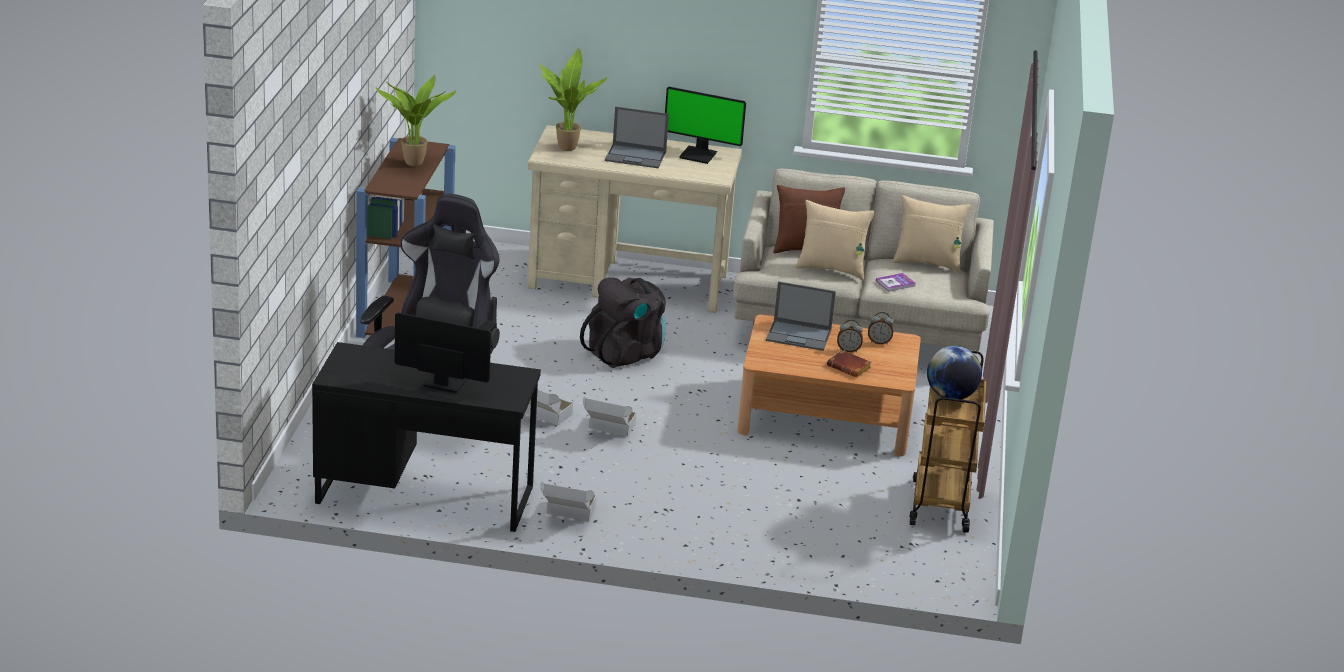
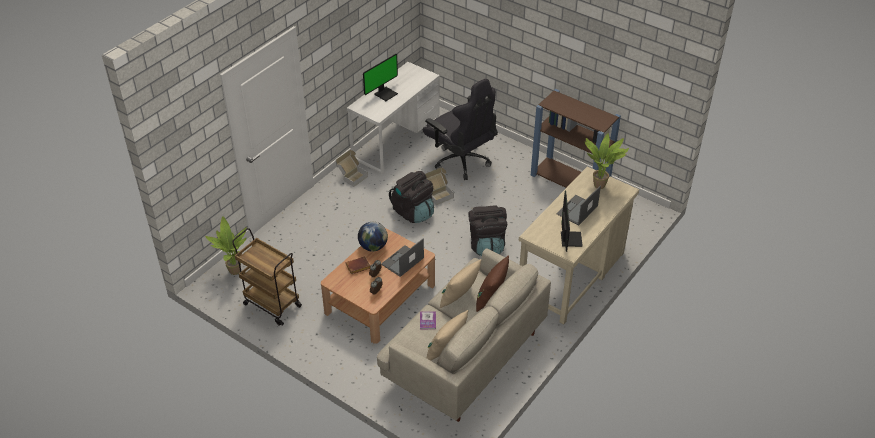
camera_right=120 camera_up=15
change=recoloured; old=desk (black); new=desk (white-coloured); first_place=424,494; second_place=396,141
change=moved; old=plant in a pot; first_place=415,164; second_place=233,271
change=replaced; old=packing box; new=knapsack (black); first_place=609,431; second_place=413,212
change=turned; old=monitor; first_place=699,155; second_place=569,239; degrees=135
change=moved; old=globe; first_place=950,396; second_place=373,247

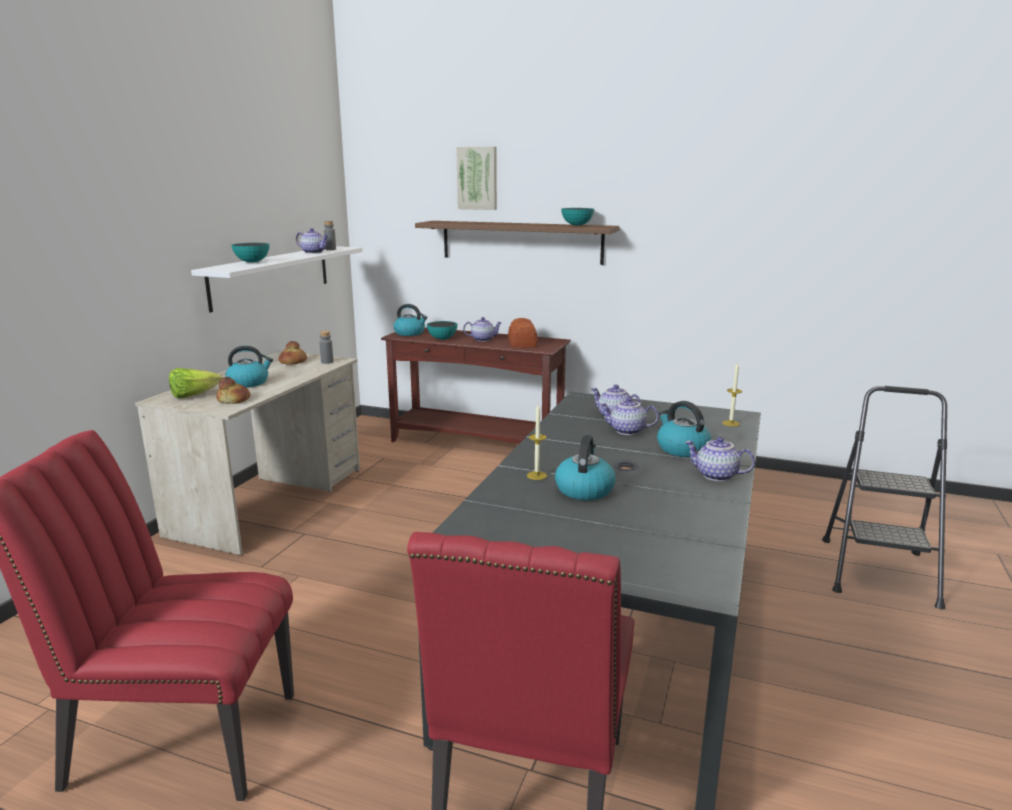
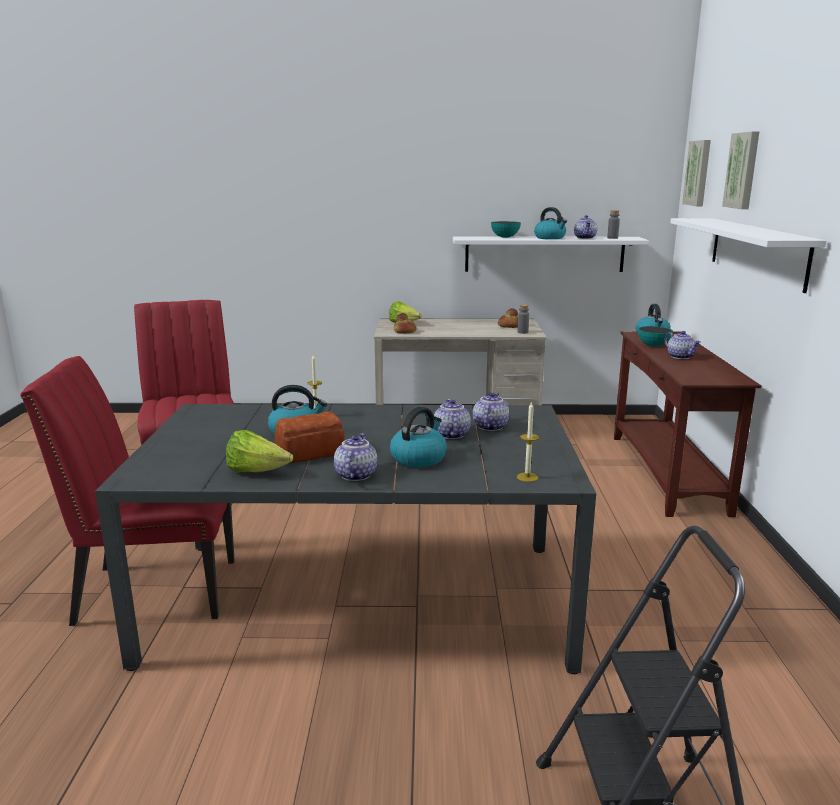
camera_right=70 camera_up=0
change=moved; old=water kettle; first_place=249,383; second_place=550,238
change=recoloured; old=shelf (brown-coloured); new=shelf (white-coloured); first_place=521,242; second_place=757,251
change=moved; old=bread; first_place=523,343; second_place=312,453
change=removed; old=deep dish; first_place=577,225
change=added; new=lettuce head; second_place=257,471
change=added; new=wall picture; second_place=699,173

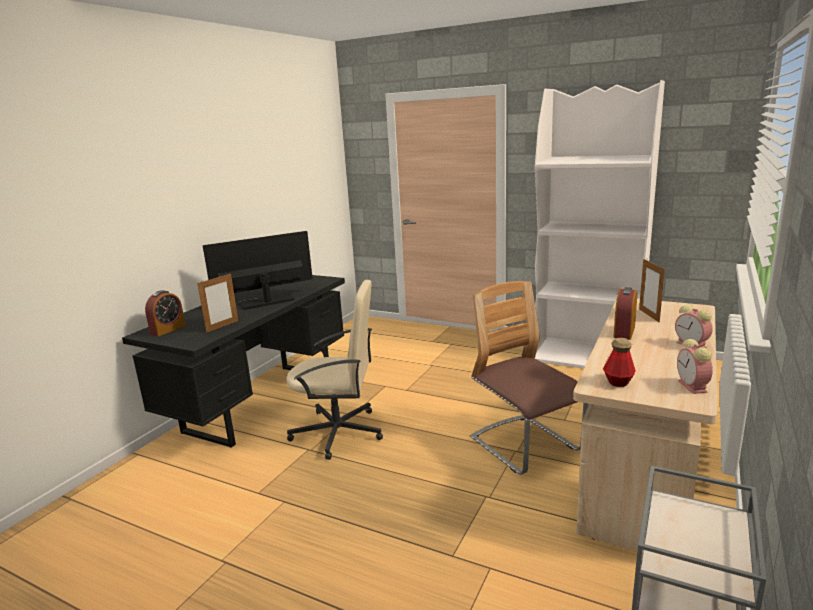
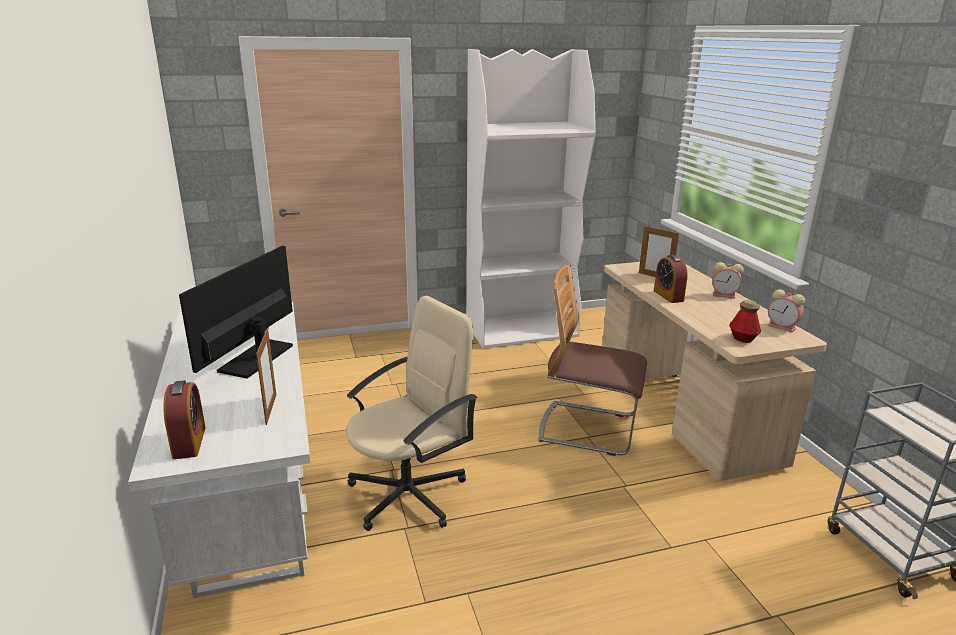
camera_right=-45 camera_up=5
change=recoloured; old=desk (black); new=desk (white-coloured); first_place=262,401; second_place=250,503

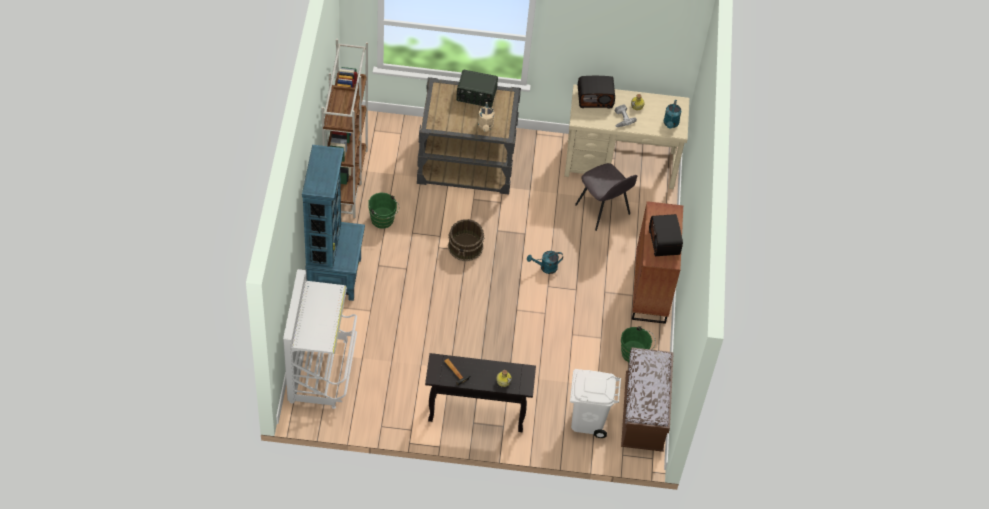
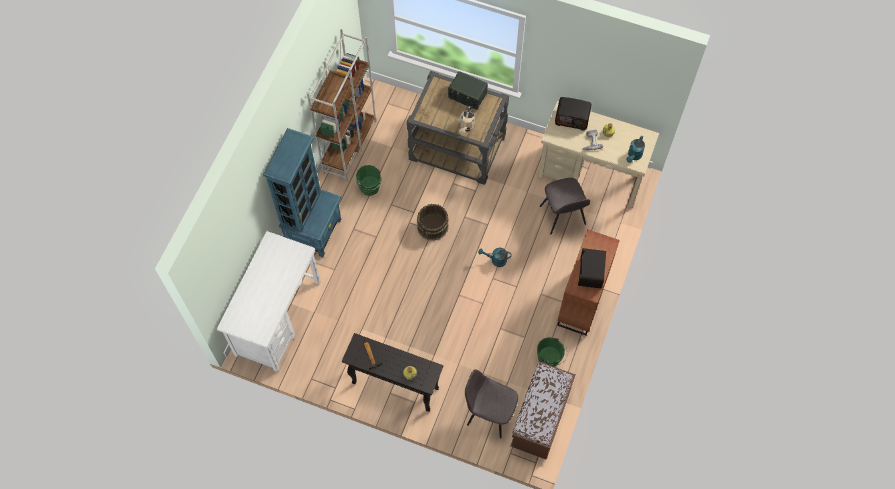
camera_right=20 camera_up=10
change=replaced; old=shoe shelf (white-coloured); new=desk (white-coloured); first_place=322,371; second_place=277,317
change=replaced; old=waste bin (white-coloured); new=chair (greyish); first_place=587,420; second_place=489,412

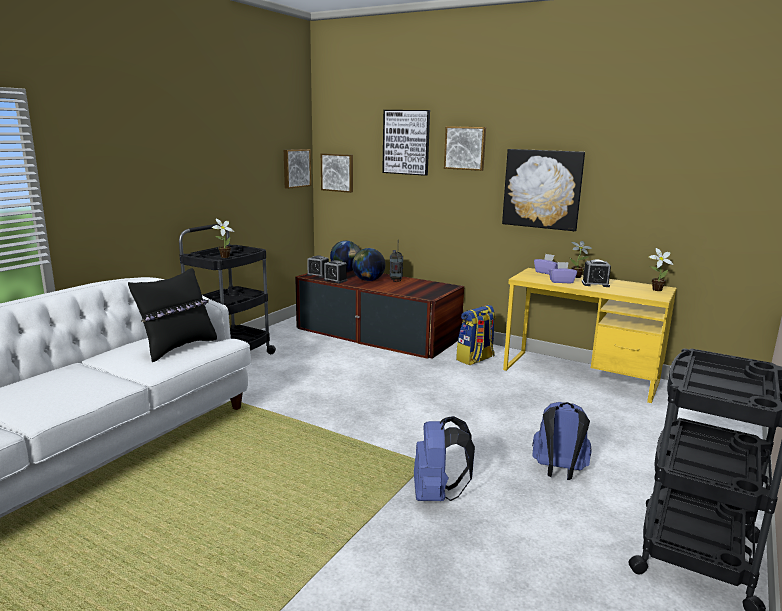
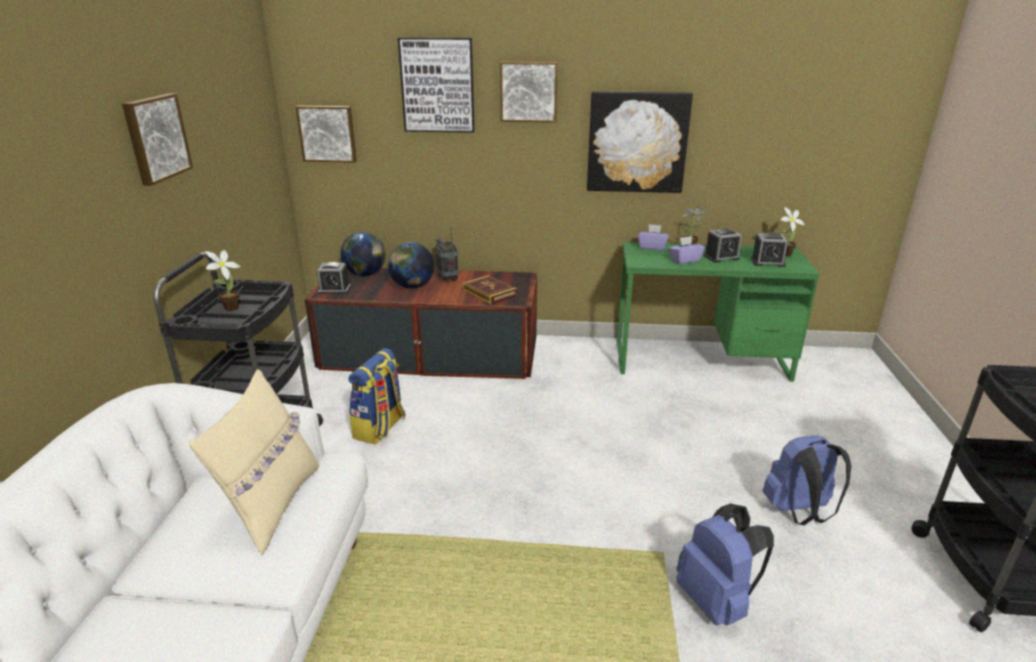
camera_right=-25 camera_up=10
change=recoloured; old=throw pillow (black); new=throw pillow (beige); first_place=178,347; second_place=273,505
change=moved; old=wall picture; first_place=296,168; second_place=155,138
change=moved; old=bedside clock; first_place=335,280; second_place=767,262
change=moved; old=knapsack; first_place=475,359; second_place=380,428
change=recoloured; old=desk (yellowish); new=desk (green); first_place=580,375; second_place=701,360
change=added; new=book; second_place=489,292

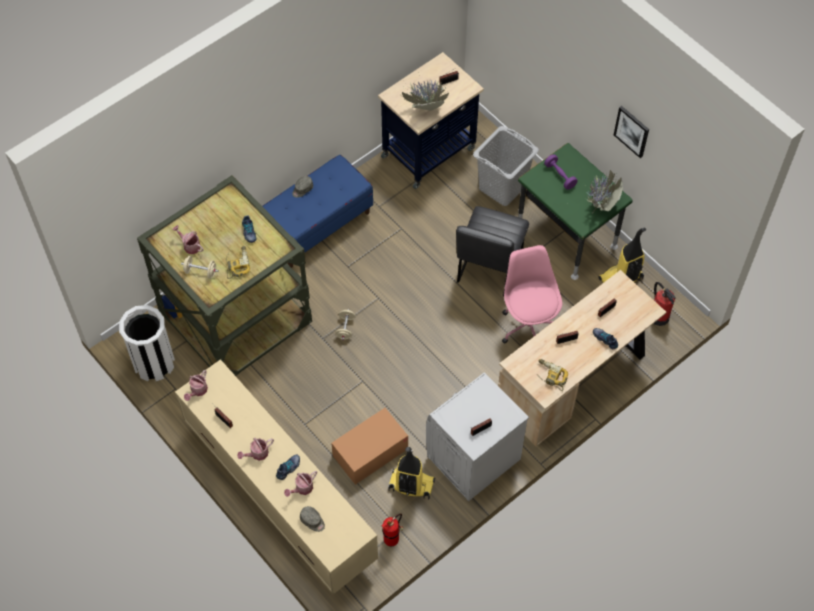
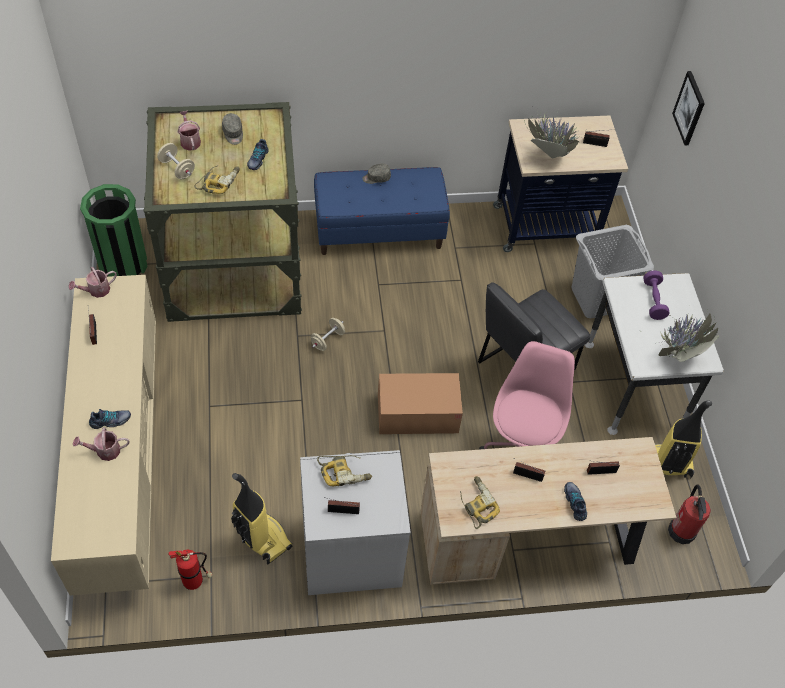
camera_right=30 camera_up=-5
change=recoloured; old=waste bin (white-coloured); new=waste bin (green); first_place=154,363; second_place=123,265
change=removed; old=watering pot; first_place=257,454
change=moved; old=cap (greyish); first_place=312,521; second_place=233,133
change=moved; old=packing box; first_place=370,452; second_place=417,413
change=recoloured; old=desk (green); new=desk (white-coloured); first_place=567,235; second_place=635,384
change=moved; old=wall picture; first_place=632,131; second_place=689,108
change=added; new=drill; second_place=344,472

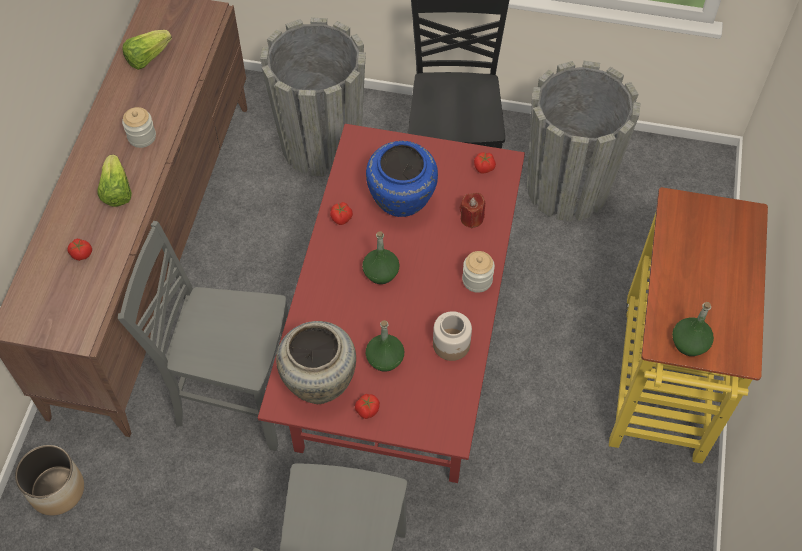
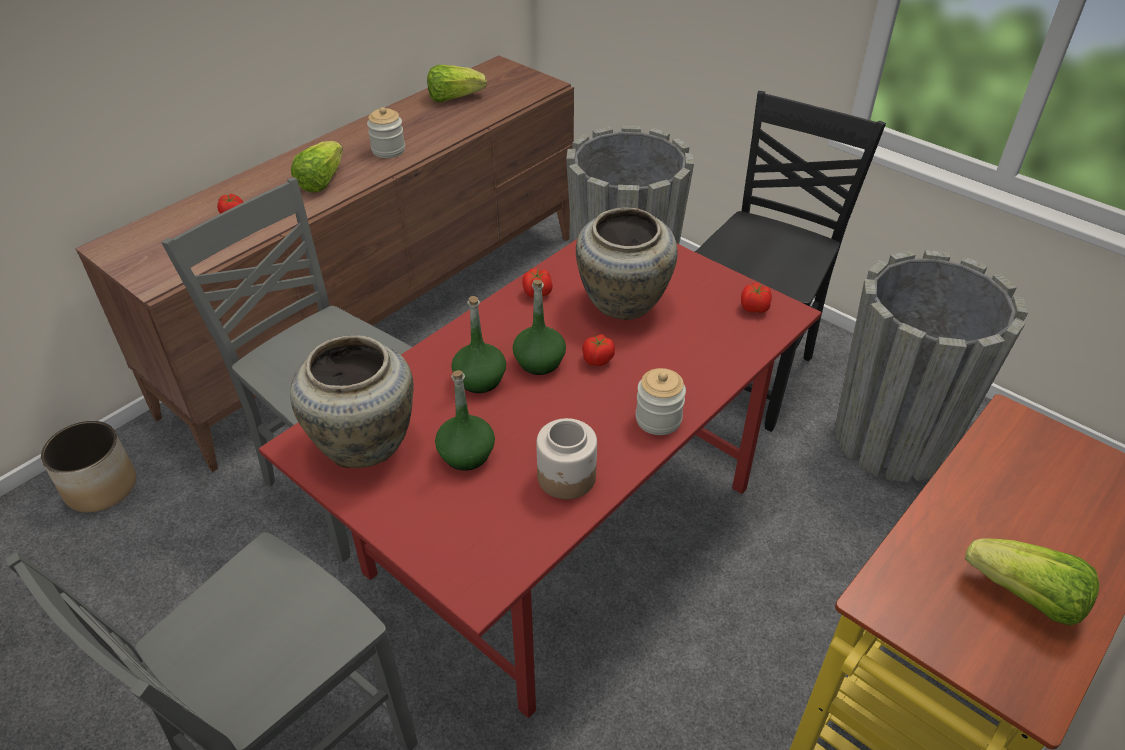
camera_right=30 camera_up=-15
change=moved; old=tomato; first_place=367,410; second_place=597,360
change=recoloured; old=vase (blue); new=vase (beige); first_place=401,202; second_place=622,304
change=removed; old=wax candle (red-coloured); first_place=472,218
change=moved; old=drink bottle (green); first_place=689,343; second_place=480,379
change=added; new=lettuce head; second_place=1025,598

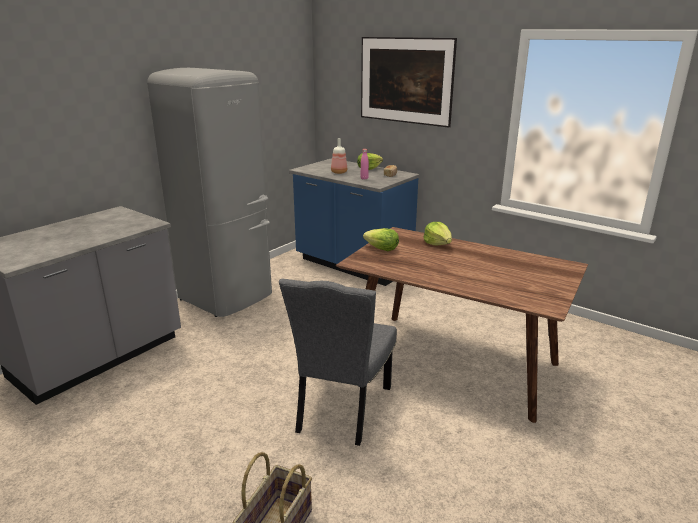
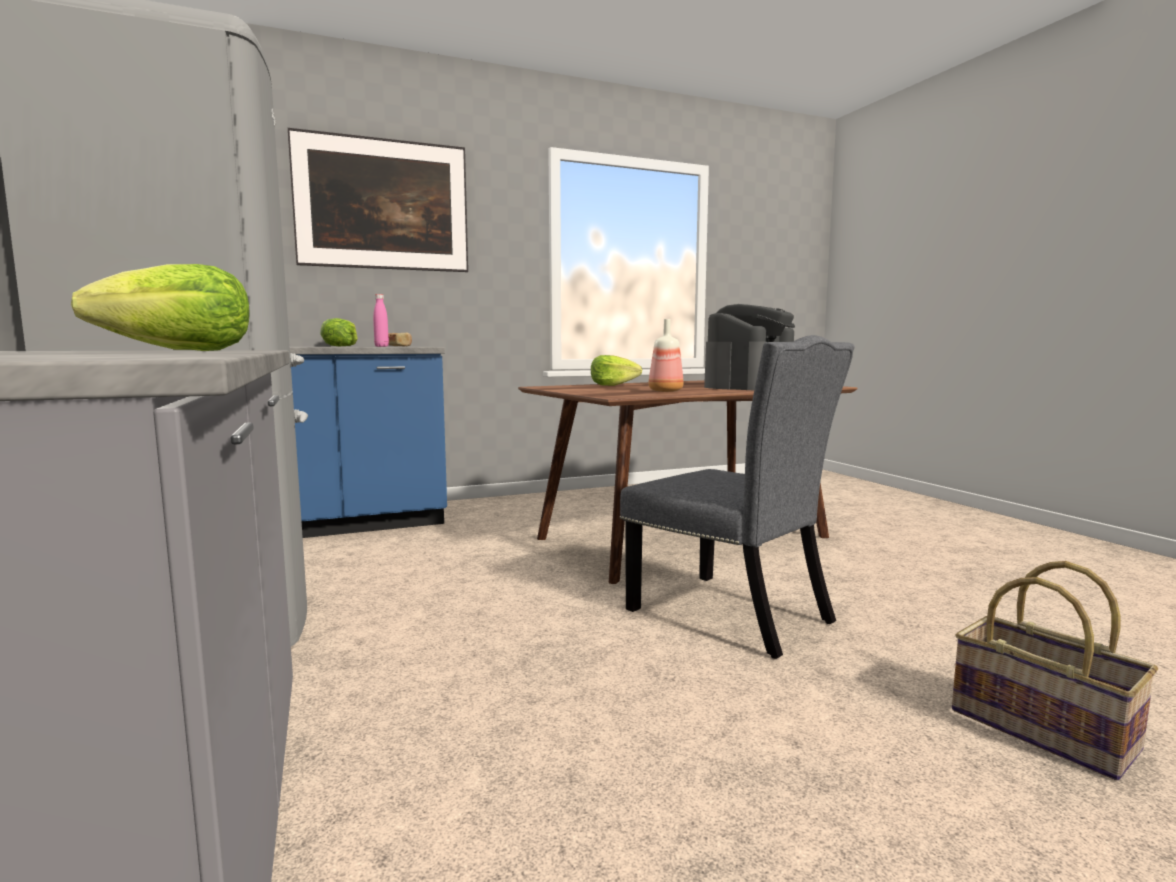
camera_right=-60 camera_up=-15
change=moved; old=drink bottle; first_place=338,172; second_place=666,391
change=moved; old=lettuce head; first_place=382,249; second_place=180,351
change=added; new=coffee maker; second_place=749,386

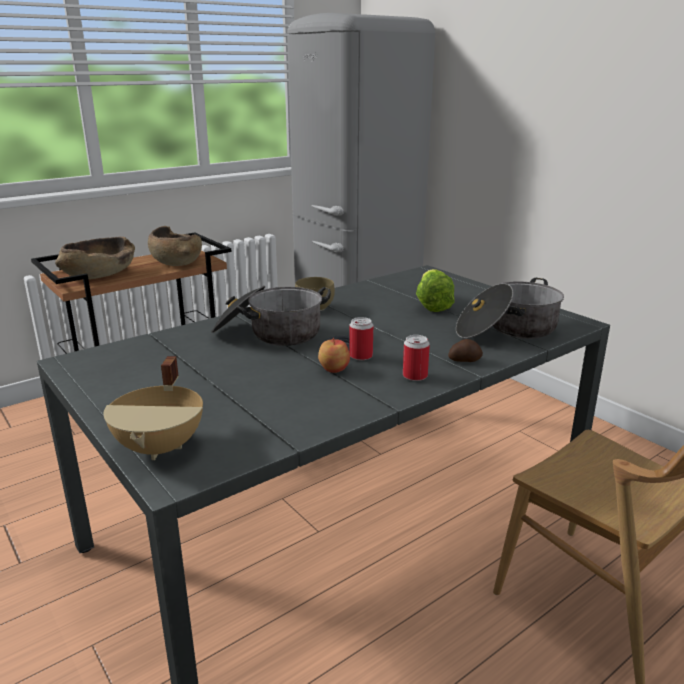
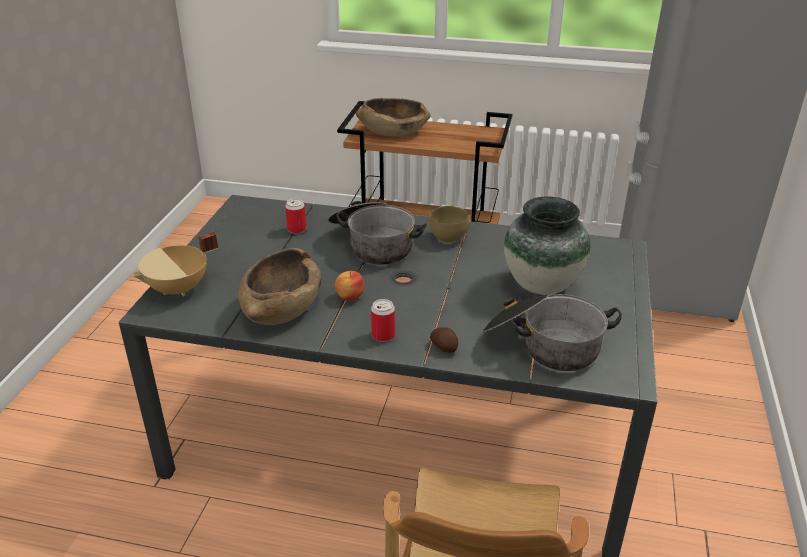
camera_right=50 camera_up=10
change=moved; old=deep dish (brown-coloured); first_place=176,261; second_place=281,307
change=moved; old=metal can; first_place=361,356; second_place=296,229
change=replaced; old=lettuce head; new=vase; first_place=432,305; second_place=541,285

